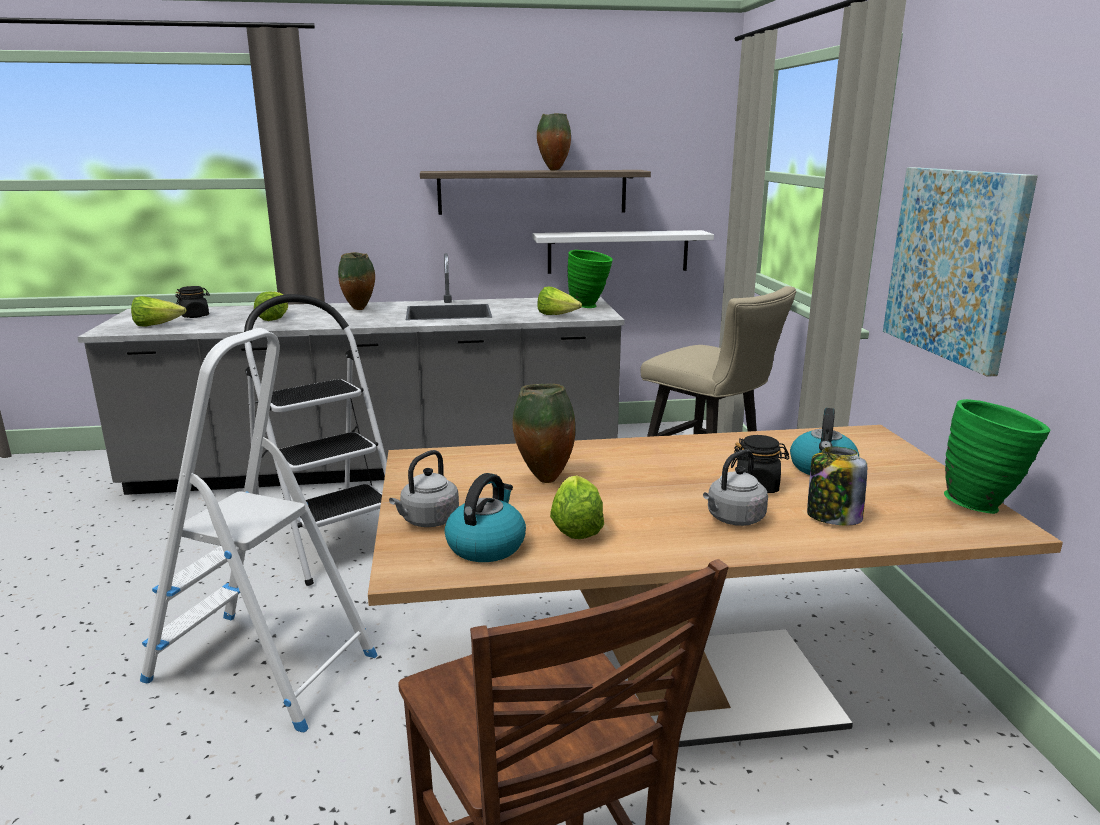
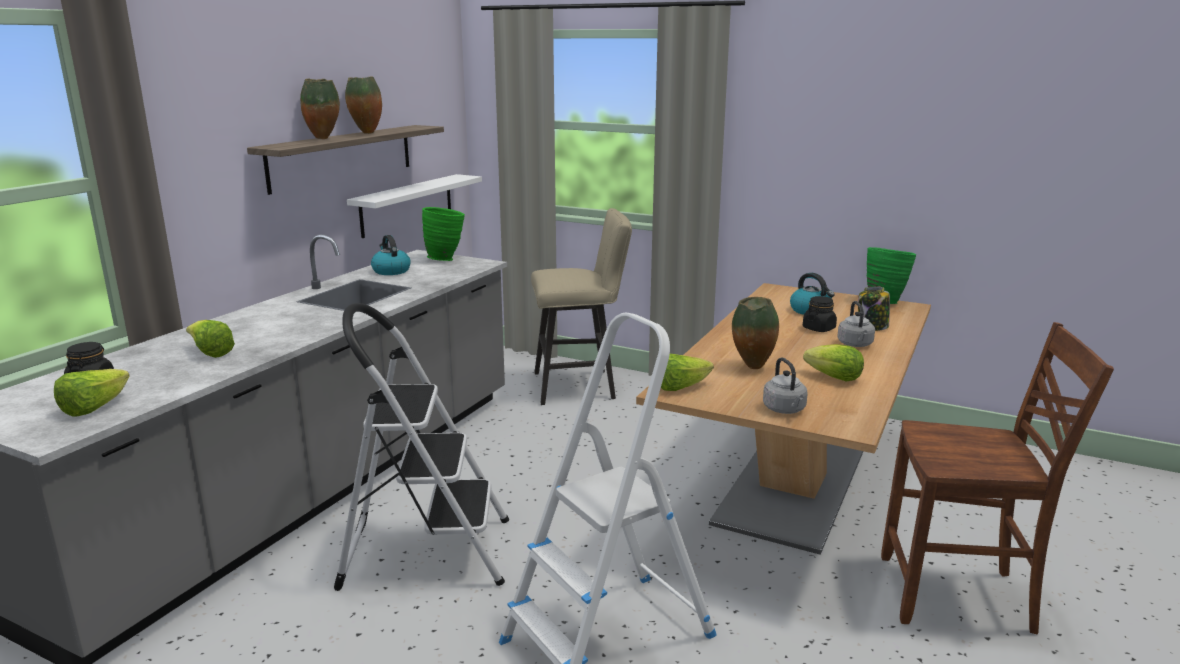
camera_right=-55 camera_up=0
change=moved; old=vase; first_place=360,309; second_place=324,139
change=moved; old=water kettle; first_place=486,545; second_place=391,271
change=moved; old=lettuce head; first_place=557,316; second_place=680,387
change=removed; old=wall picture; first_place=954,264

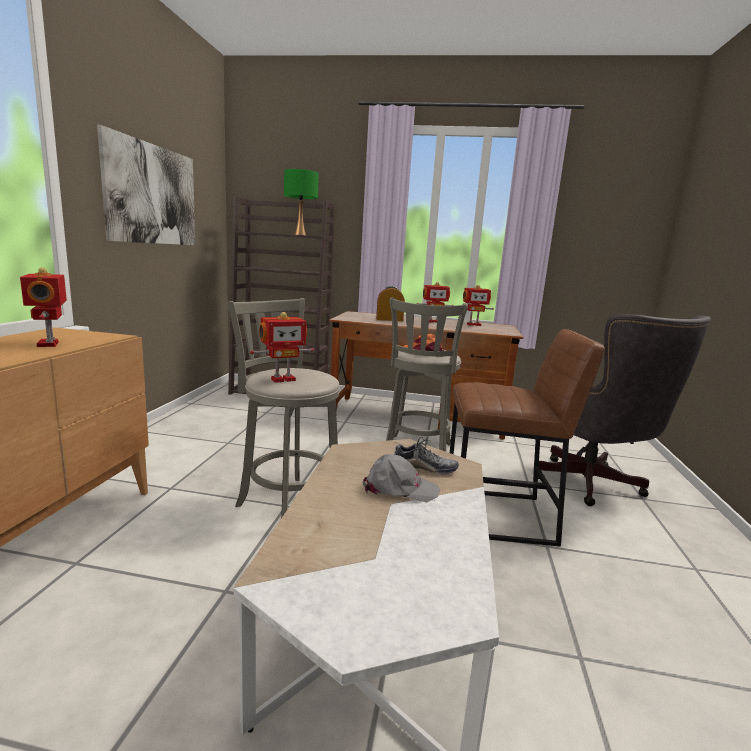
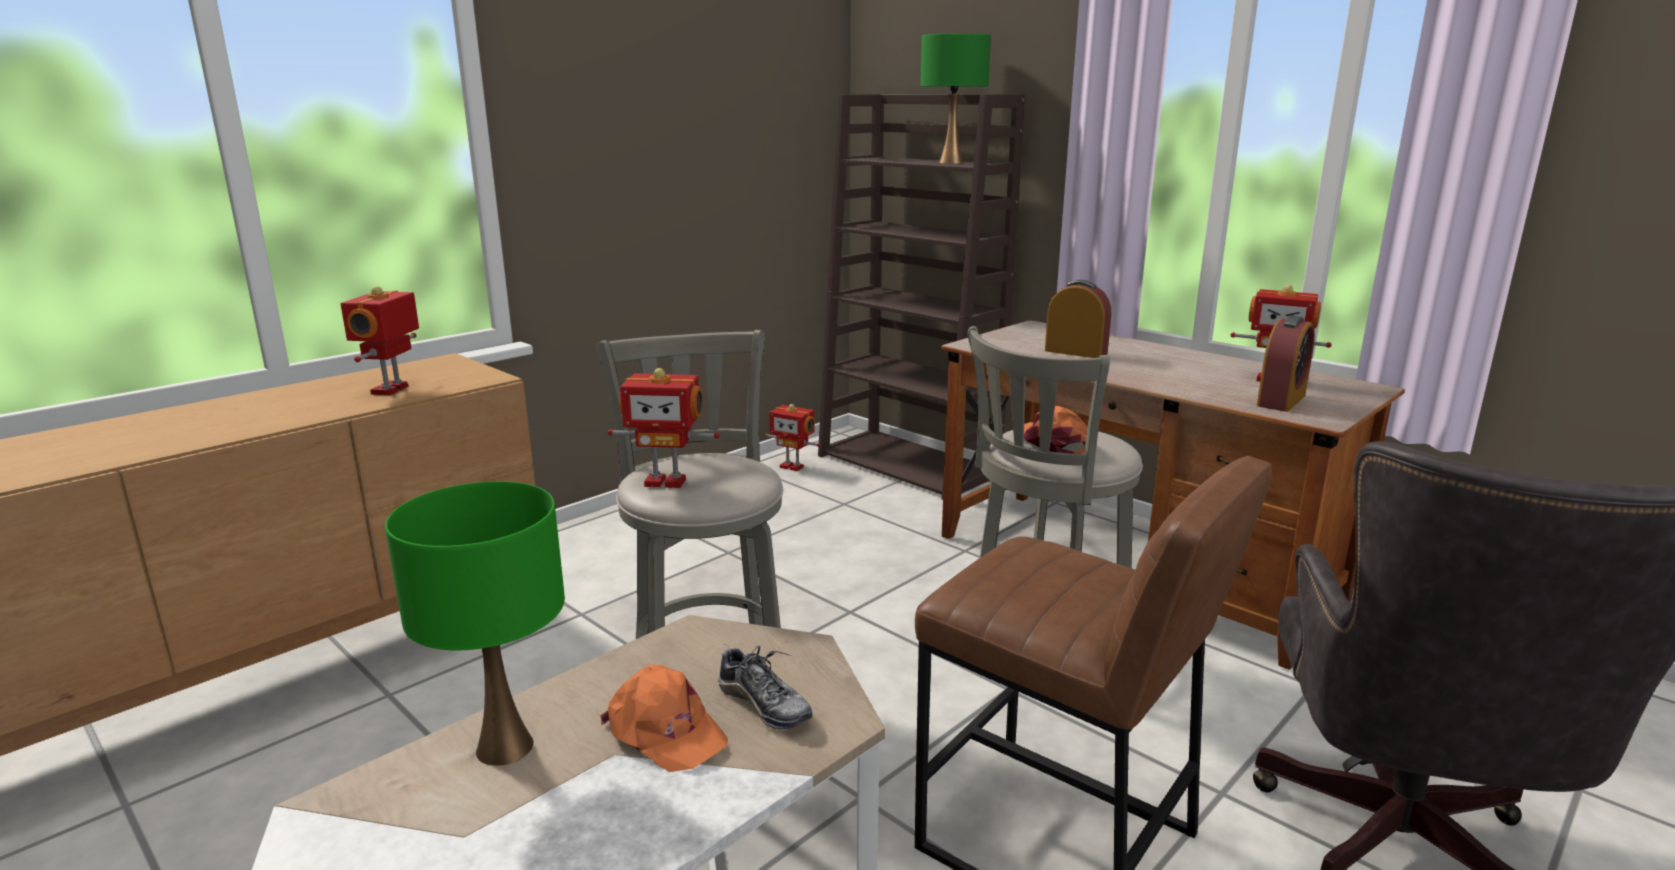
camera_right=35 camera_up=5
change=removed; old=wall picture; first_place=152,195
change=recoloured; old=cap (greyish); new=cap (orangey); first_place=399,489; second_place=664,732
change=moved; old=model robot; first_place=433,321; second_place=792,466
change=added; new=tabletop lamp (green); second_place=504,748
change=added; new=bedside clock; second_place=1281,400

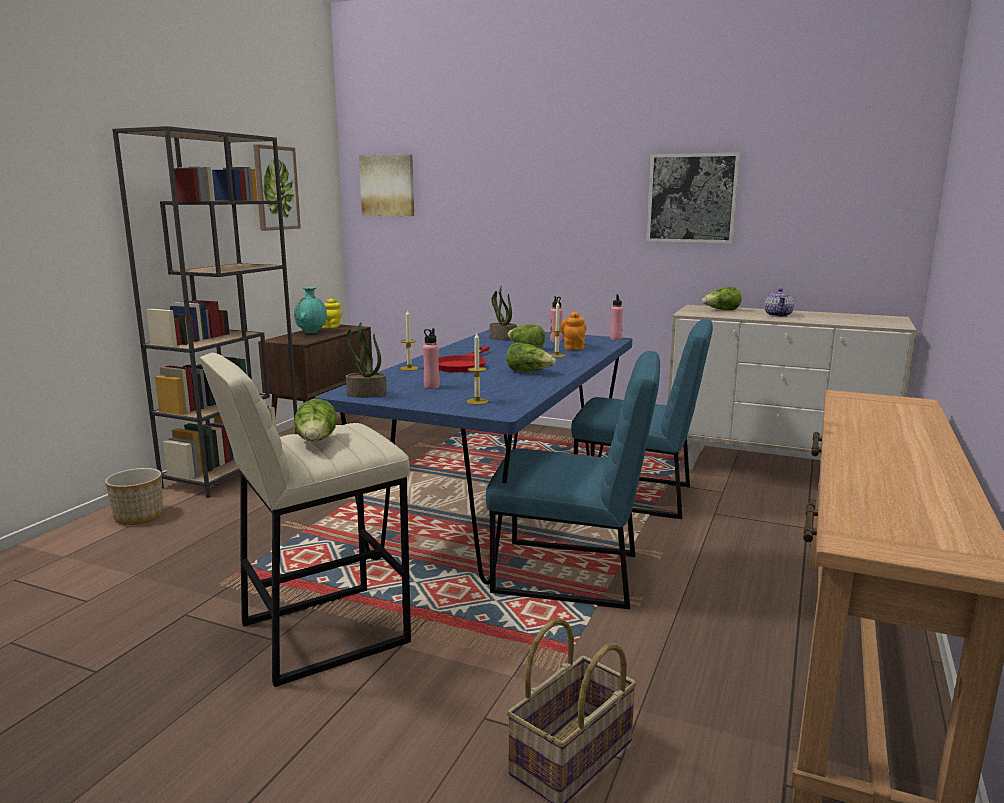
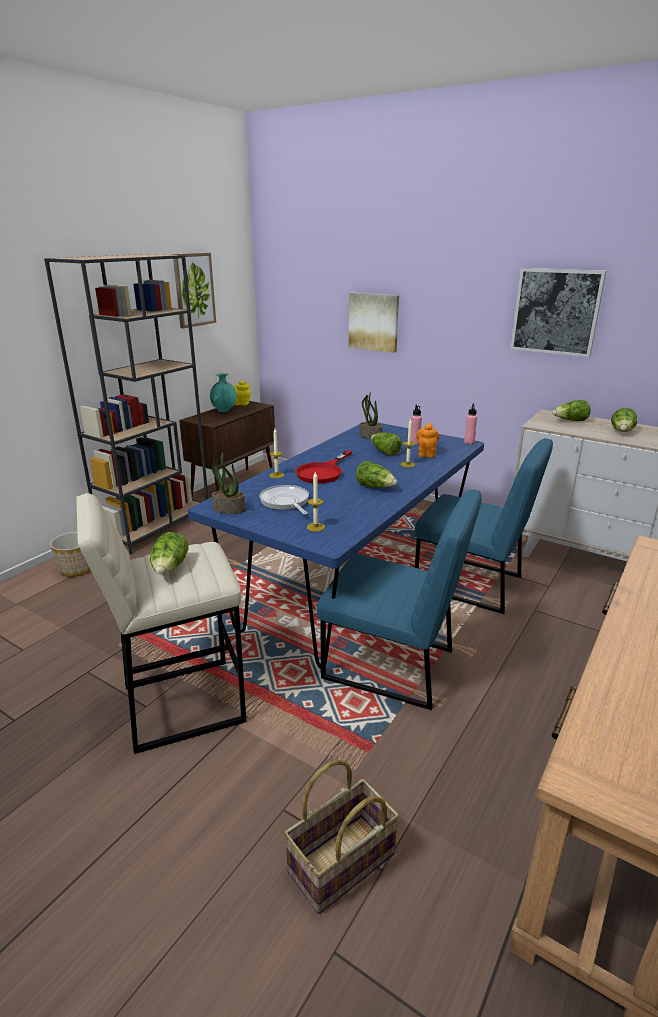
camera_right=10 camera_up=10
change=moved; old=wall picture; first_place=388,185; second_place=374,322
change=replaced; old=drink bottle (pink-coloured); new=frying pan; first_place=431,386; second_place=285,502
change=replaced; old=pot for tea; new=lettuce head; first_place=778,315; second_place=622,432

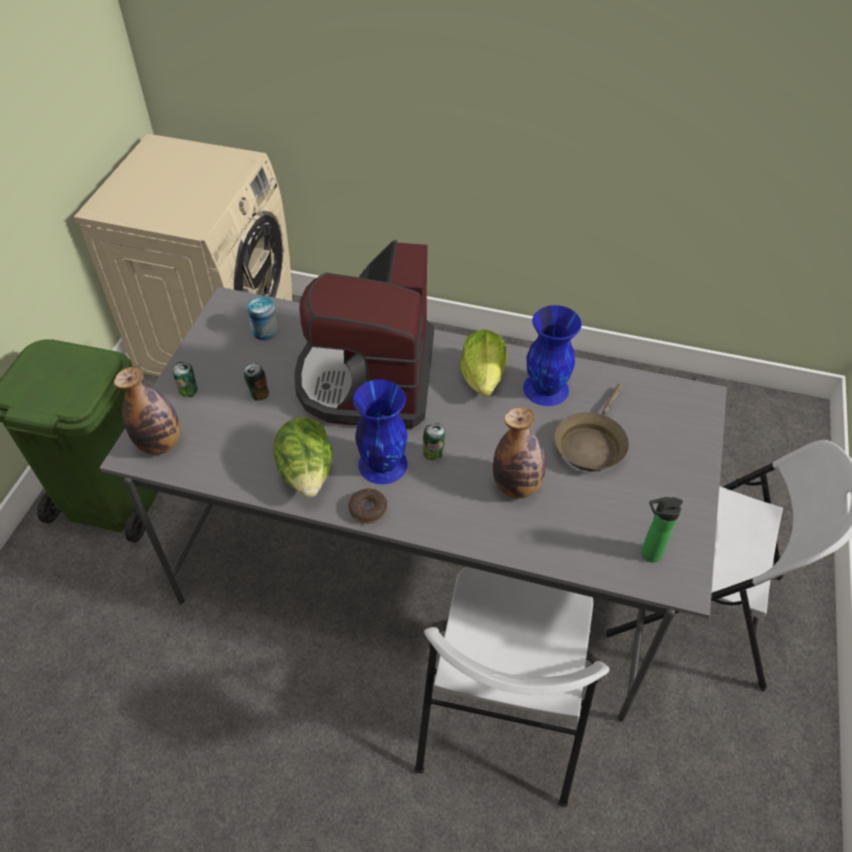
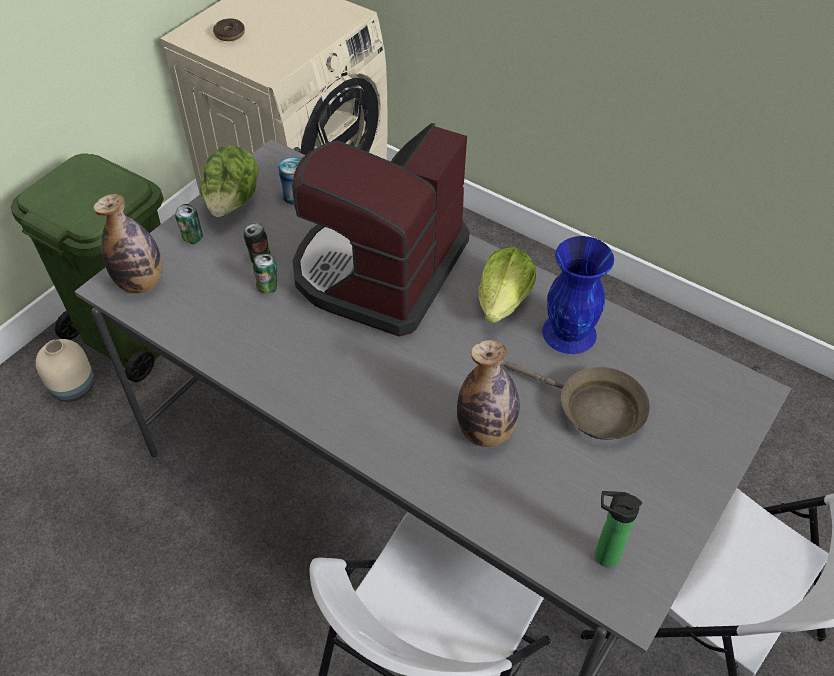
camera_right=20 camera_up=0
change=moved; old=lettuce head; first_place=307,474; second_place=233,204
change=moved; old=doughnut; first_place=368,509; second_place=229,34
change=removed; old=vase (blue); first_place=382,463
change=moved; old=metal can; first_place=433,454; second_place=268,288
change=turned; old=frying pan (brown-coloured); first_place=591,444; second_place=593,409; degrees=-105
change=added; new=vase (beige); second_place=74,388

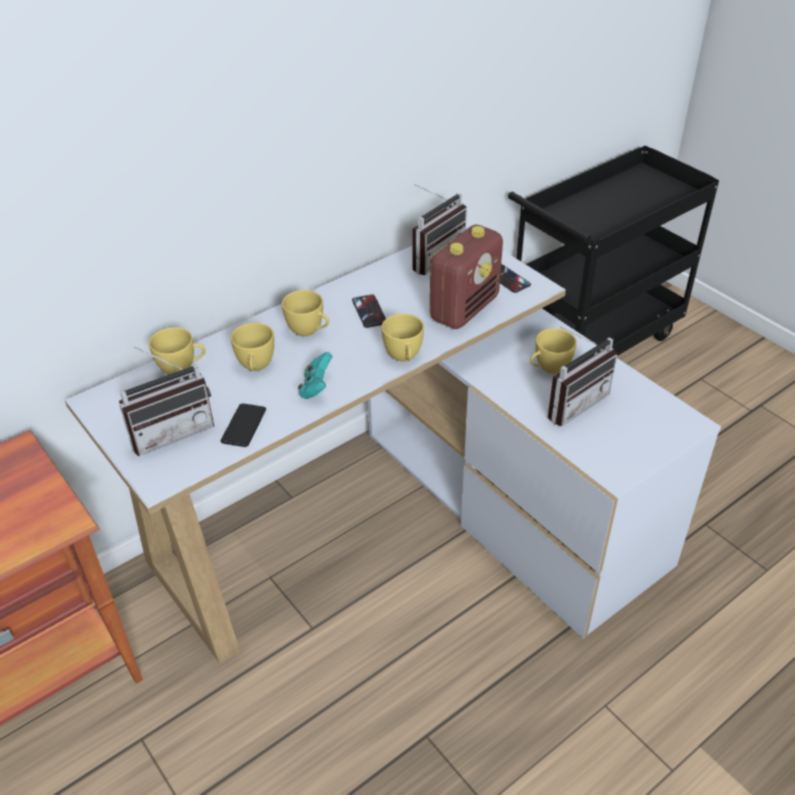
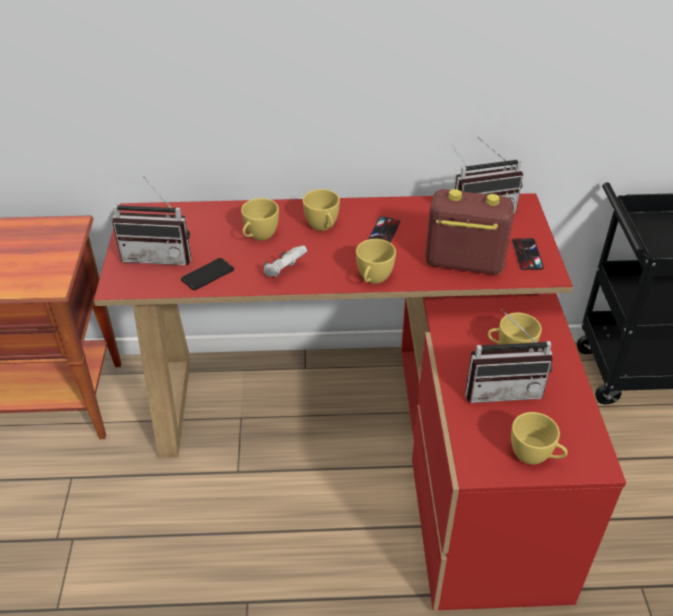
camera_right=35 camera_up=0
change=recoloured; old=desk (white-coloured); new=desk (red-coloured); first_place=406,521; second_place=373,433
change=moved; old=small cup (yellowish); first_place=182,368; second_place=535,456
change=recoloured; old=gamepad (turquoise-coloured); new=gamepad (white-coloured); first_place=316,388; second_place=284,271
change=turned; old=radio set; first_place=464,308; second_place=463,263; degrees=-150

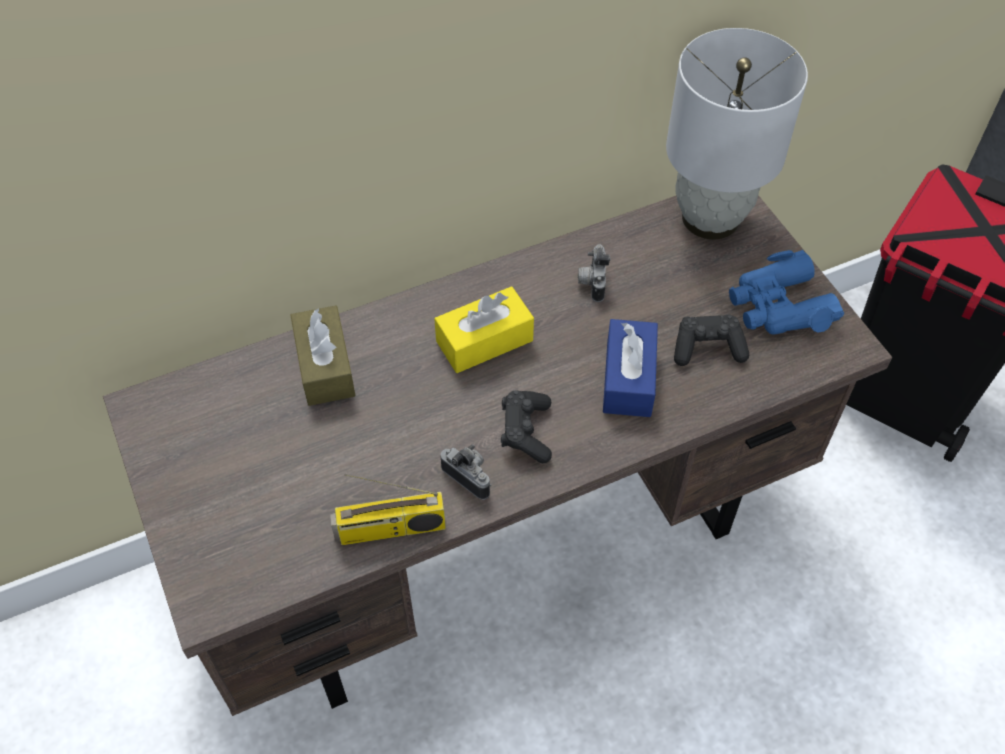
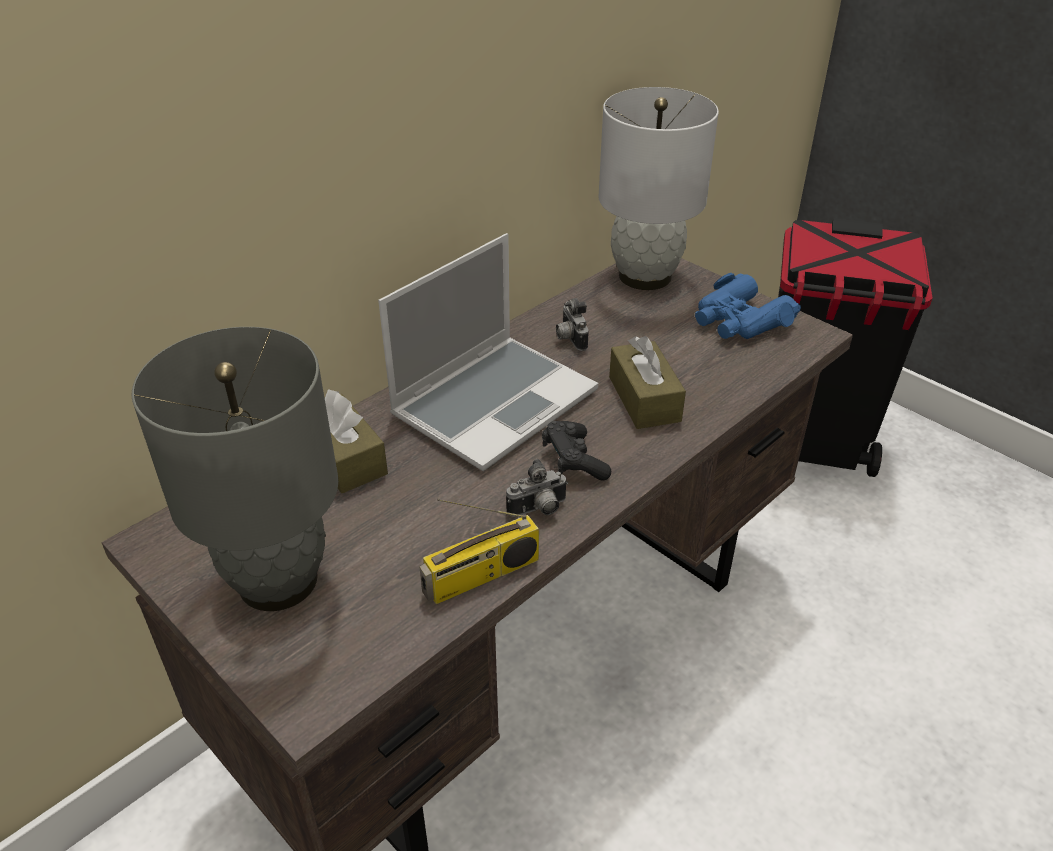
camera_right=-20 camera_up=-15
change=replaced; old=box of tissues (yellowish); new=laptop; first_place=484,341; second_place=494,402
change=turned; old=still camera; first_place=469,477; second_place=539,510; degrees=135
change=recoloured; old=box of tissues (blue); new=box of tissues (brown-coloured); first_place=628,379; second_place=644,399
change=removed; old=gamepad (black); first_place=707,348
change=added; new=tabletop lamp (greyish); second_place=279,581

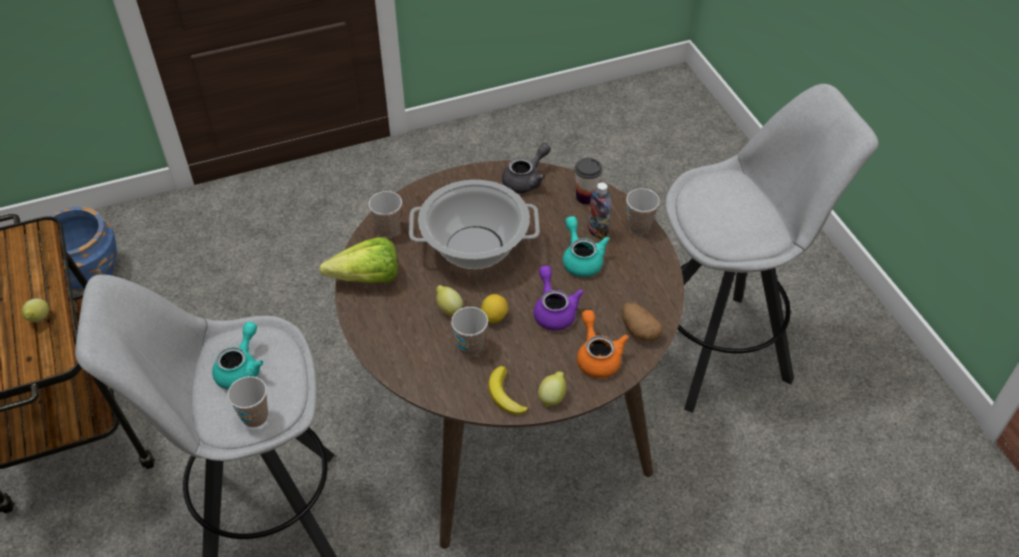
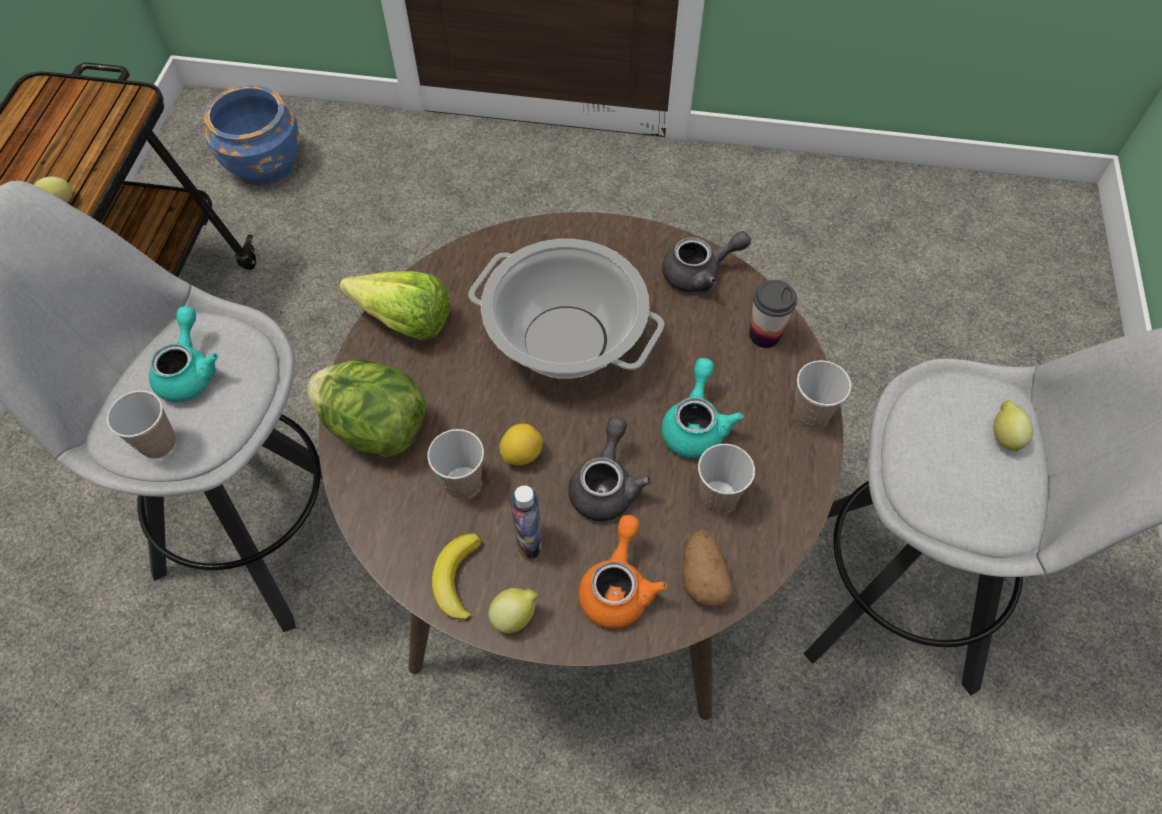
camera_right=30 camera_up=10
change=turned; old=pot for tea (turquoise-coloured); first_place=241,368; second_place=189,371; degrees=-45
change=moved; old=small cup; first_place=388,229; second_place=718,497
change=moved; old=whole lemon; first_place=448,309; second_place=1003,436
change=recoloured; old=pot for tea (purple); new=pot for tea (greyish); first_place=554,310; second_place=606,484
change=moved; old=drink bottle; first_place=597,232; second_place=529,540
change=added; new=lettuce head; second_place=375,428

